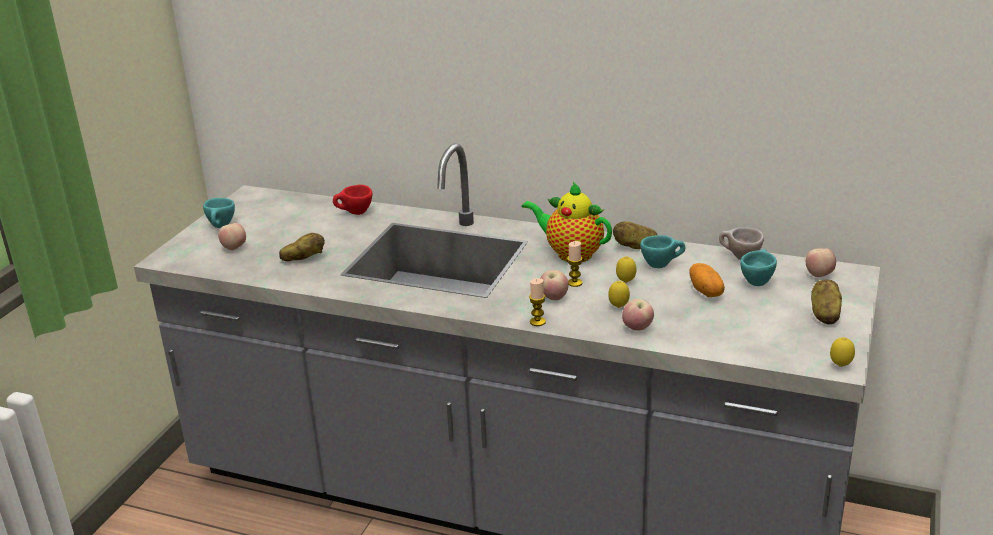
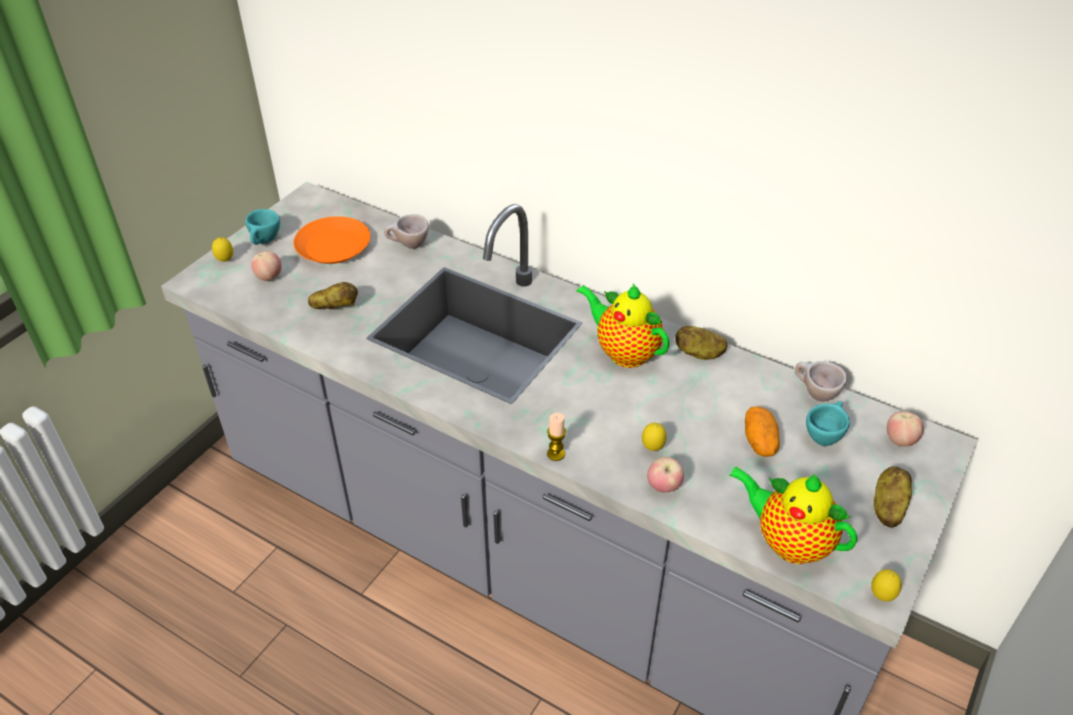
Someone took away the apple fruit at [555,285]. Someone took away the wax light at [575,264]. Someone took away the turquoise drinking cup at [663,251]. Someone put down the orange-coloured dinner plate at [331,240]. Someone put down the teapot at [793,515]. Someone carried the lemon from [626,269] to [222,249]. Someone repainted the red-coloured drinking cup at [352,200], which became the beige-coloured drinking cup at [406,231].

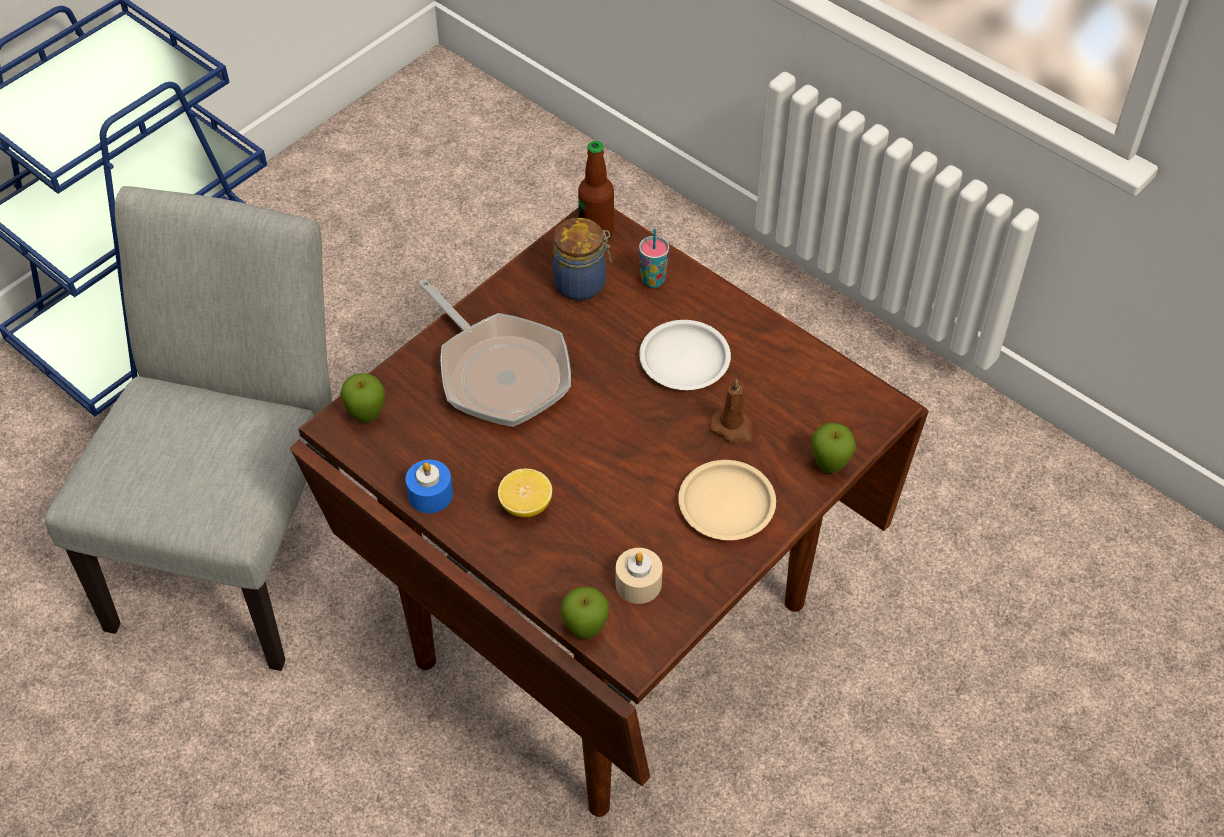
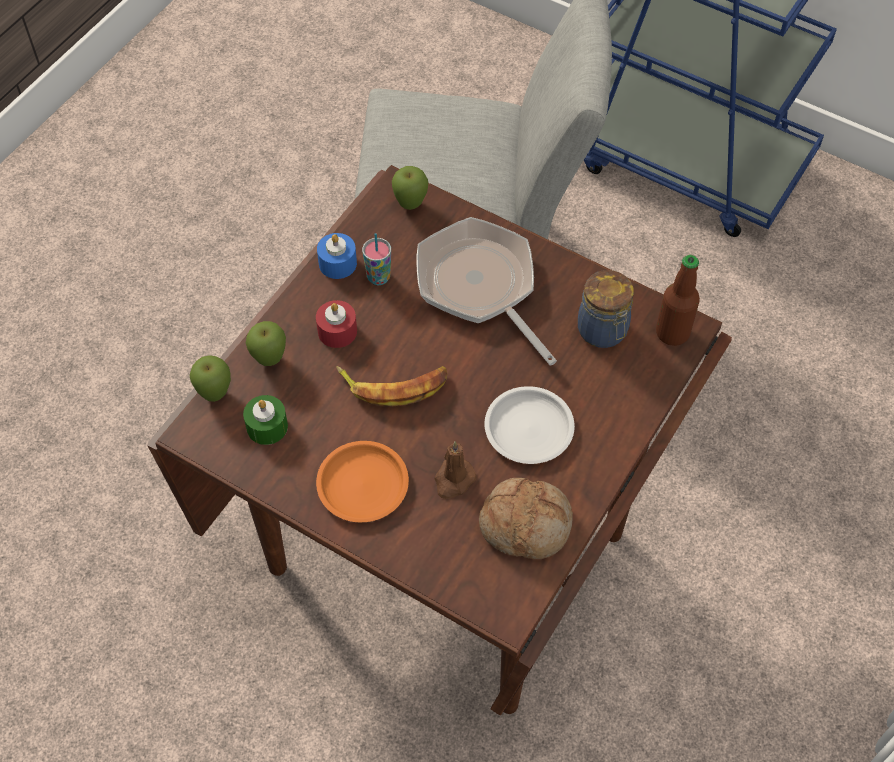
Someone put down the banana fruit at [391,386]. Someone put down the bakery bread at [526,519]. Someone carried the drinking cup from [654,258] to [376,259]. Someone carried the apple fruit from [833,448] to [266,343]. Someone swapped the lemon at [525,493] for the red-coloured wax light at [336,324]. Someone repainted the beige-coloured wax light at [639,576], which became the green wax light at [265,420]. Someone repainted the beige-coloured dinner plate at [727,500], which became the orange-coloured dinner plate at [362,481]. Someone rotated the pan at [495,353] by 105 degrees clockwise.

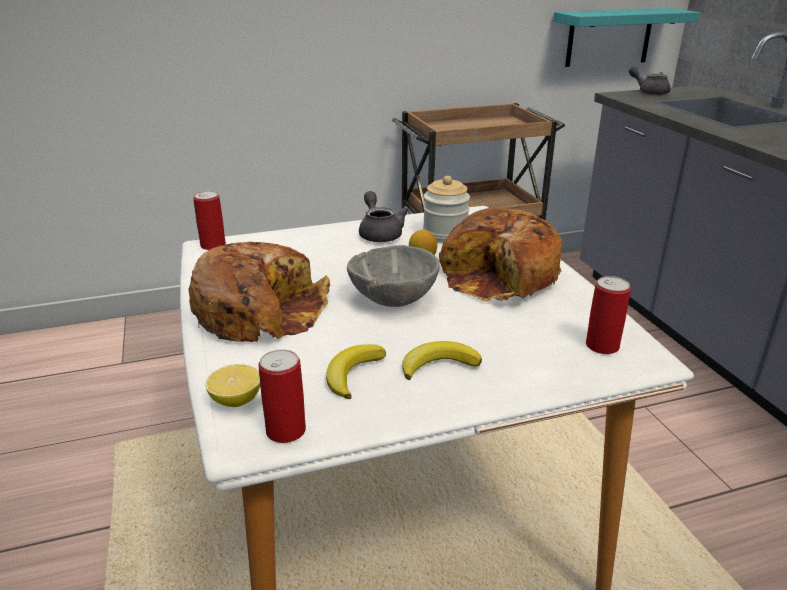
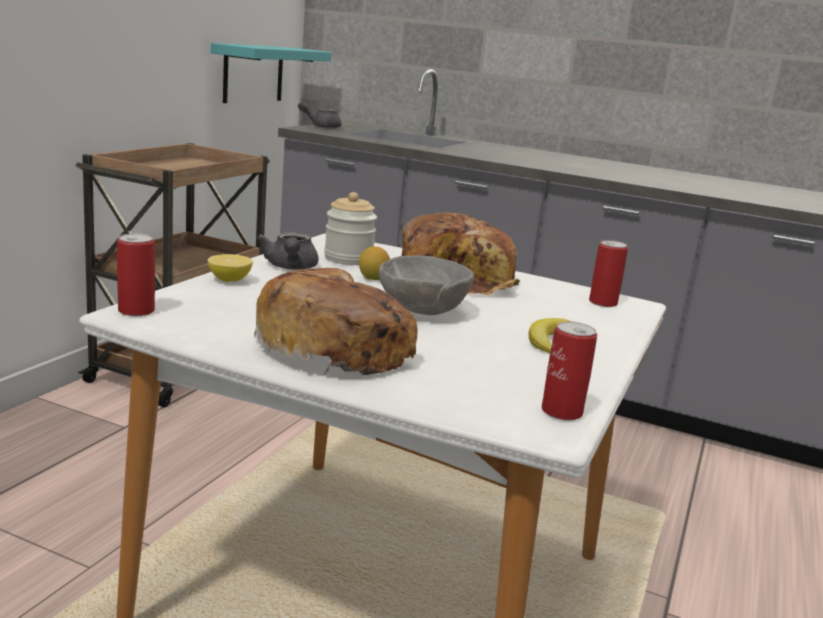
Someone took away the banana fruit at [356,371]. Someone carried the lemon from [232,385] to [230,268]. Someone rotated the greyish teapot at [384,216] by 120 degrees counterclockwise.

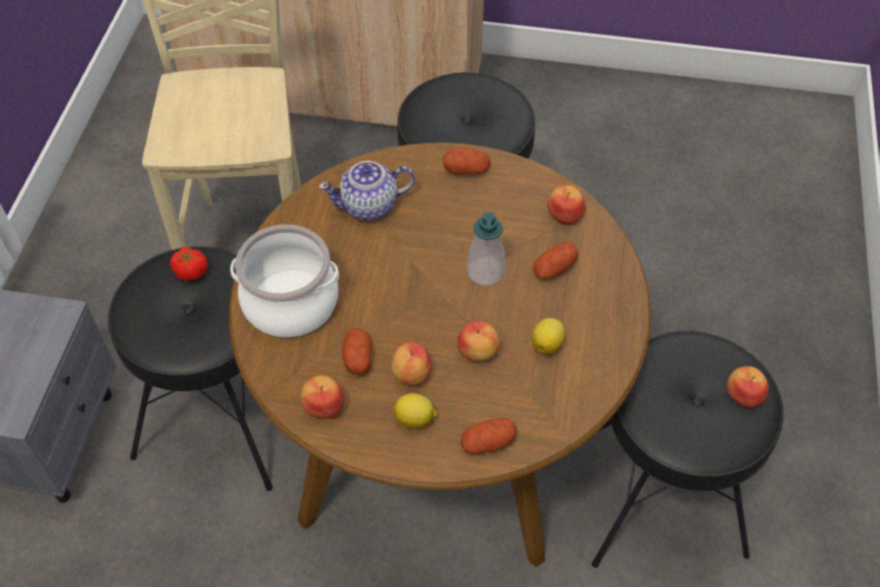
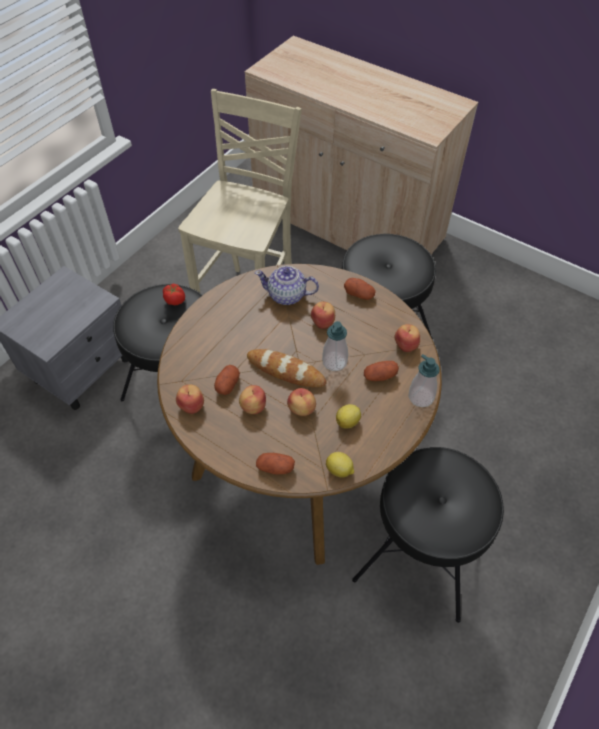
Someone took away the stockpot at [284,280]. Someone put down the bakery bread at [286,368]. Someone put down the liquid soap bottle at [424,380]. Someone carried the lemon from [415,410] to [340,464]. Someone carried the apple fruit from [748,387] to [323,315].

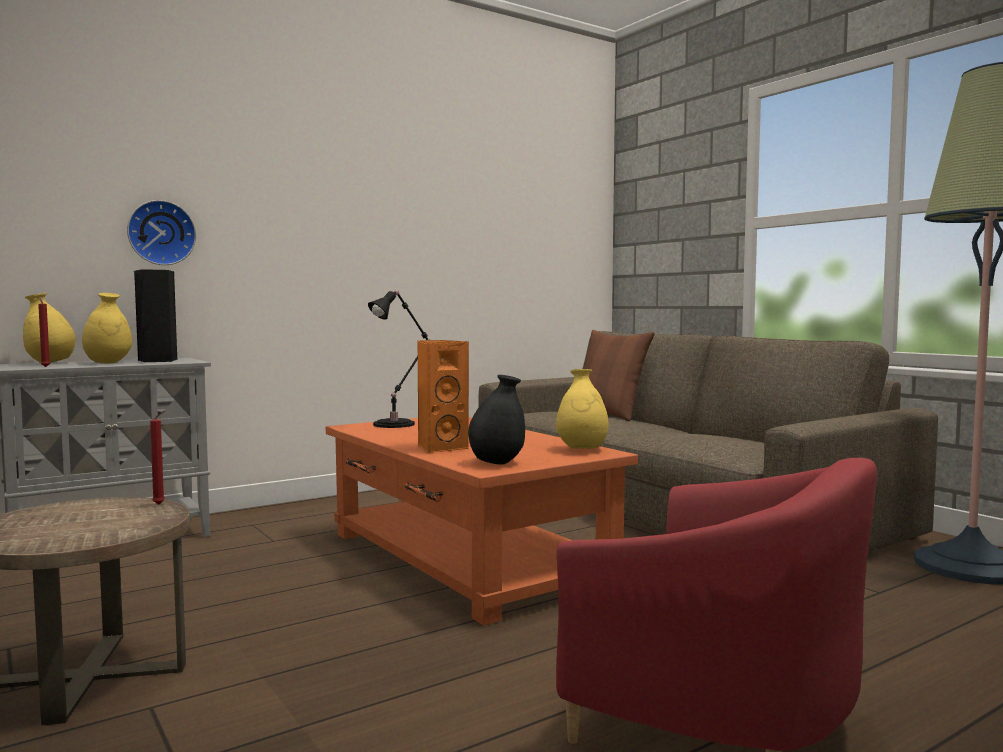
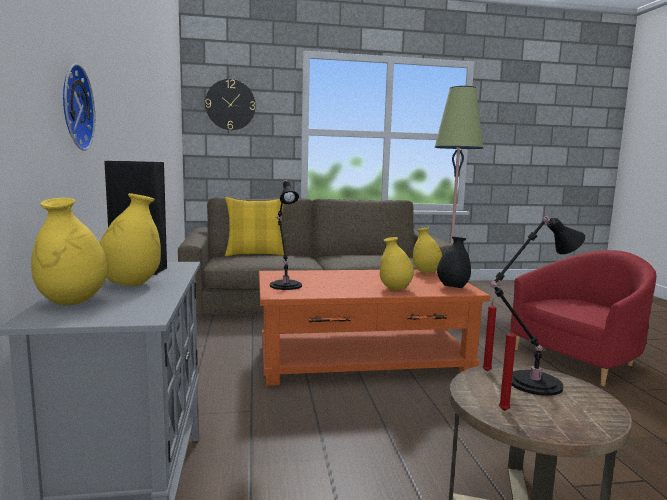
Someone put up the clock on the wall at [230,104]. Someone put down the black tabletop lamp at [537,306]. Someone carried the red-coloured wax light from [44,332] to [507,369]. Someone swapped the orange-coloured audio speaker at [443,396] for the yellow-coloured vase at [397,263]. Someone repainted the brown throw pillow at [619,375], which became the yellow-coloured throw pillow at [254,226].

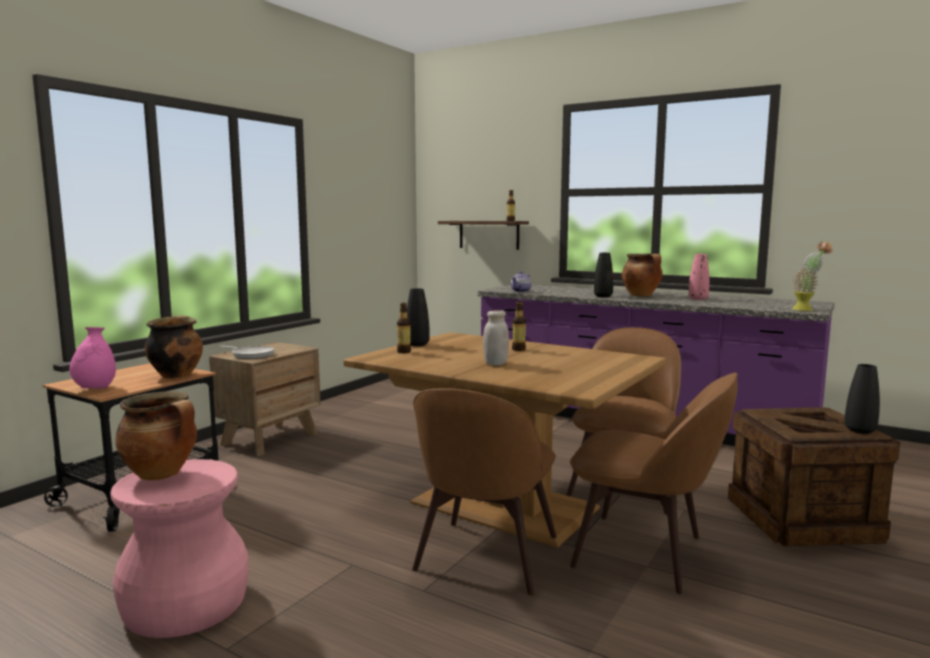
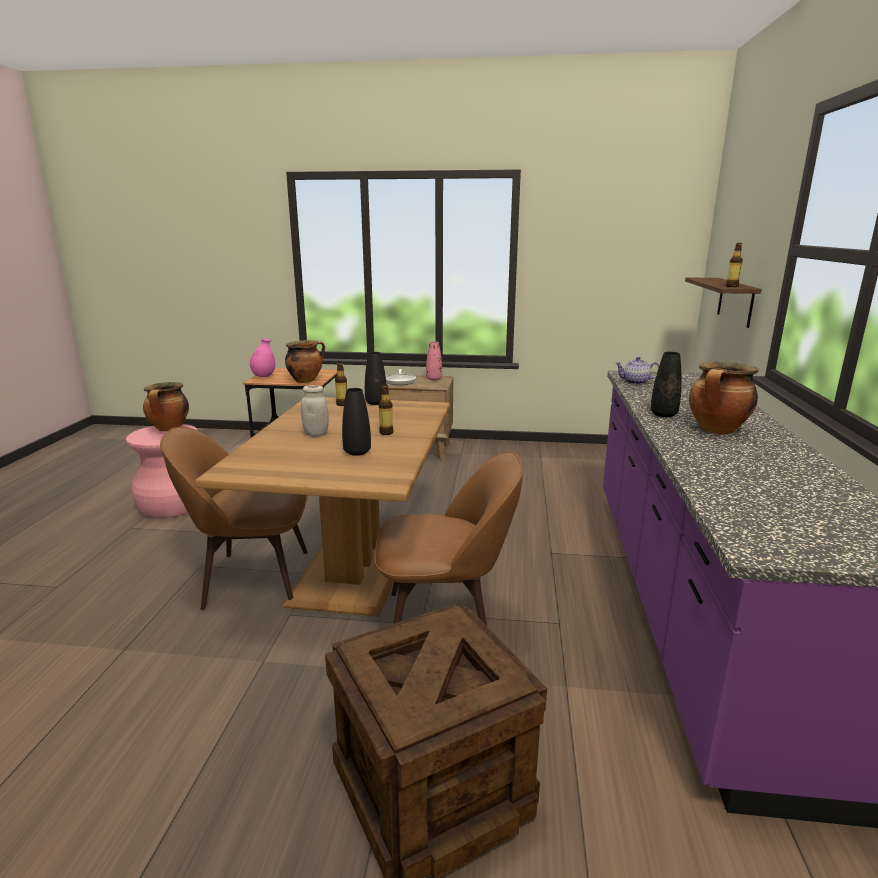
Someone took away the brown plain chair at [654,483]. Someone took away the plant in a pot at [812,276]. Someone carried the pink-coloured vase from [698,277] to [434,361]. Someone carried the black vase from [862,399] to [356,422].

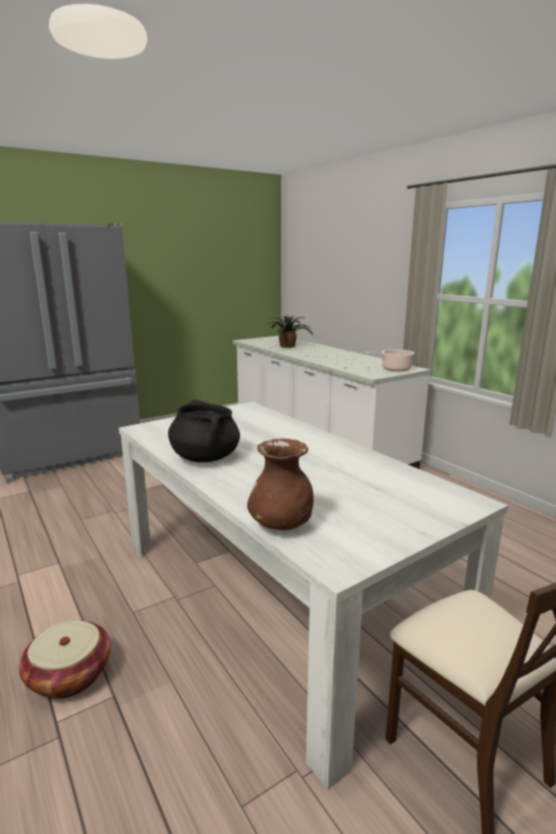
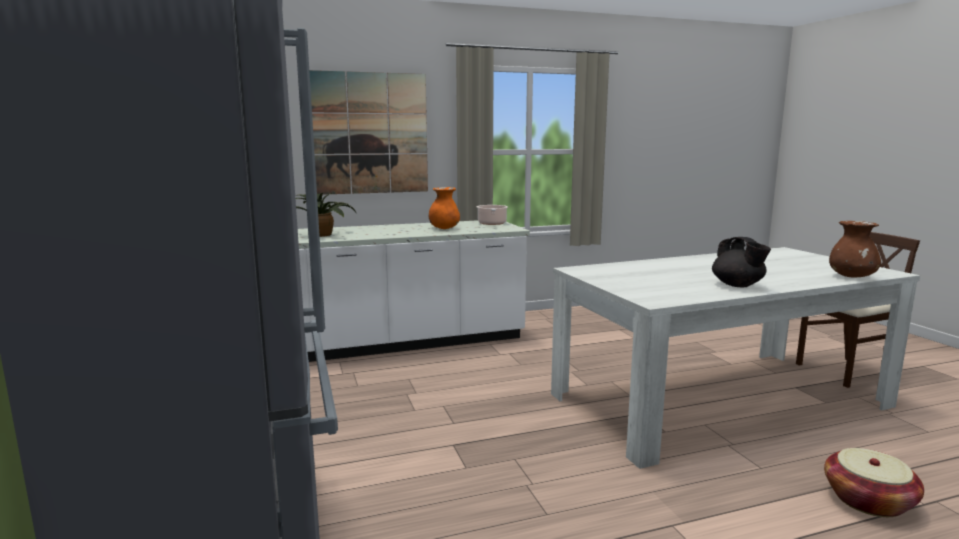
Someone put up the wall art at [368,132]. Someone put down the orange-coloured vase at [444,208]. Someone swapped the black stockpot at [204,430] for the black teapot at [741,262].

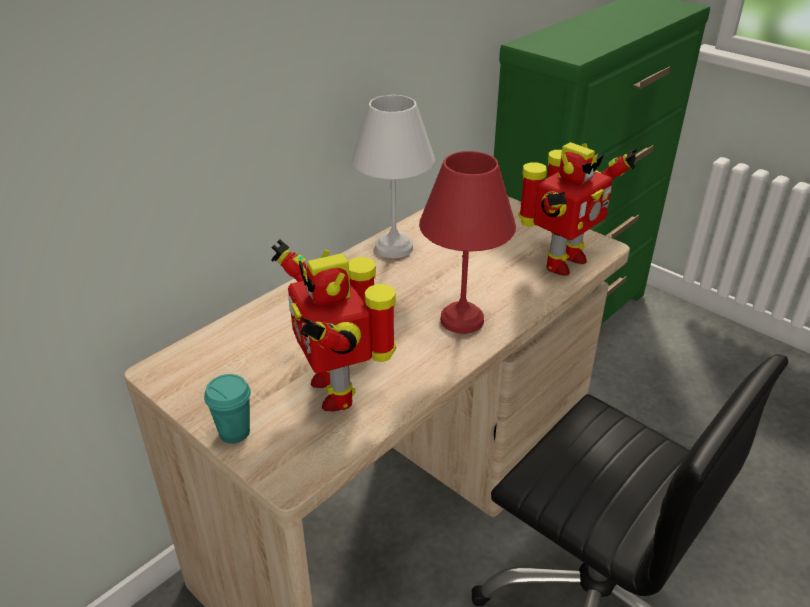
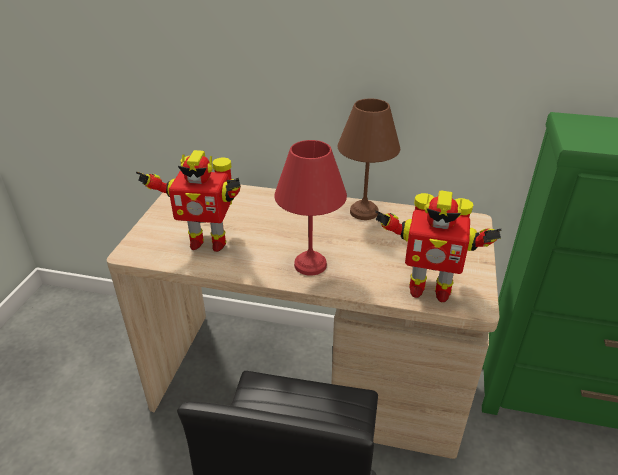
Someone took away the turquoise drinking cup at [227,409]. Someone repainted the white-coloured tabletop lamp at [393,176], which became the brown tabletop lamp at [369,159]. Someone rotated the toy robot at [333,325] by 120 degrees counterclockwise.

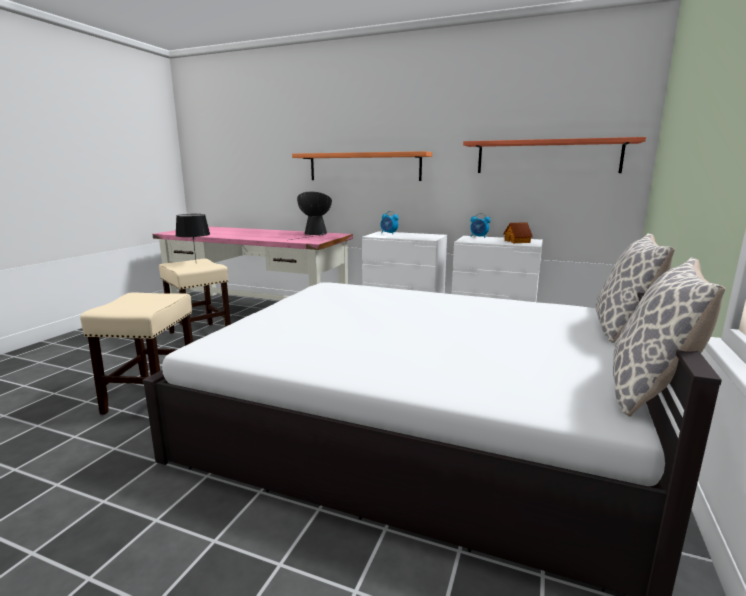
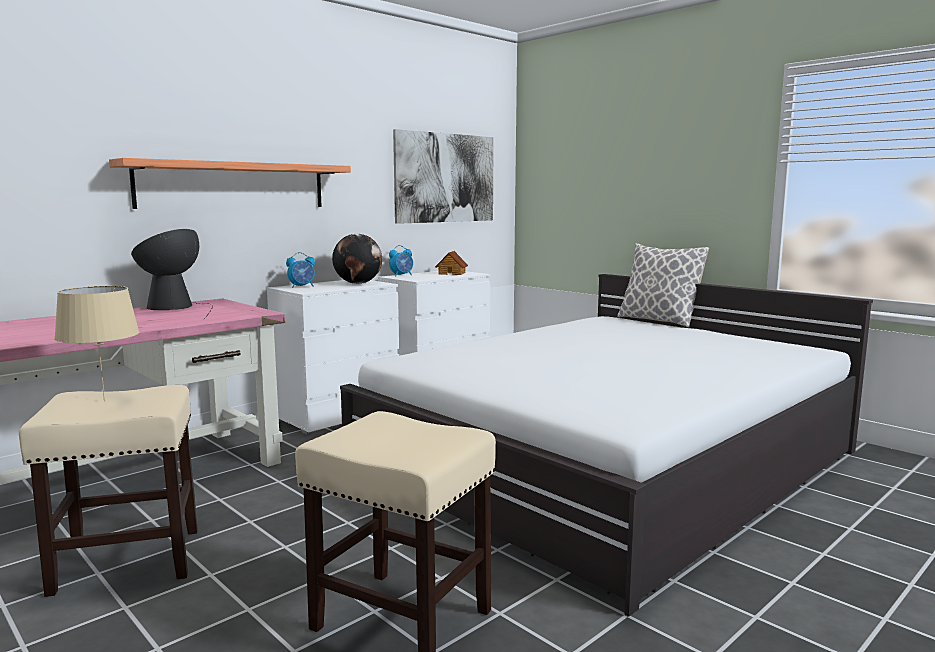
Someone took away the throw pillow at [669,337]. Someone put down the desk globe at [357,259]. Someone swapped the wall shelf at [554,155] for the wall art at [443,176]. Someone repainted the black tabletop lamp at [192,237], which became the beige-coloured tabletop lamp at [96,343].

